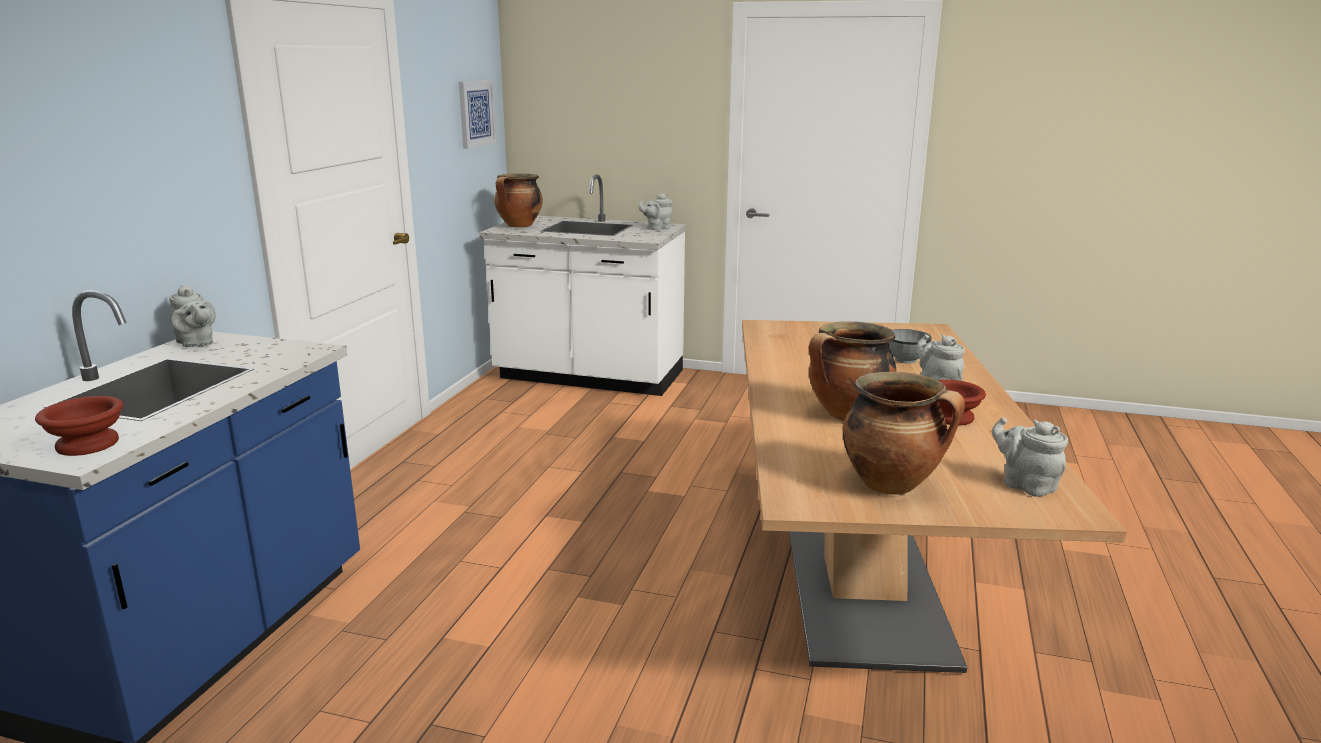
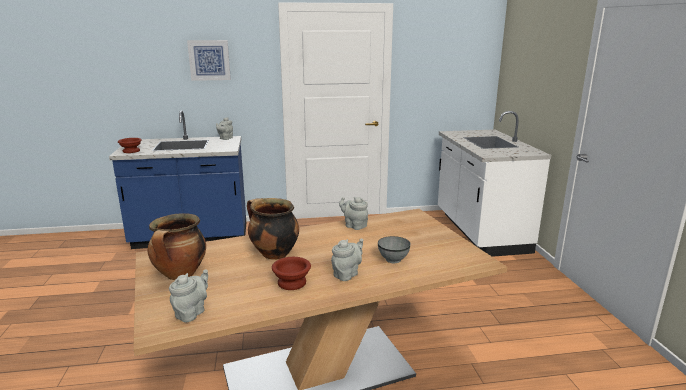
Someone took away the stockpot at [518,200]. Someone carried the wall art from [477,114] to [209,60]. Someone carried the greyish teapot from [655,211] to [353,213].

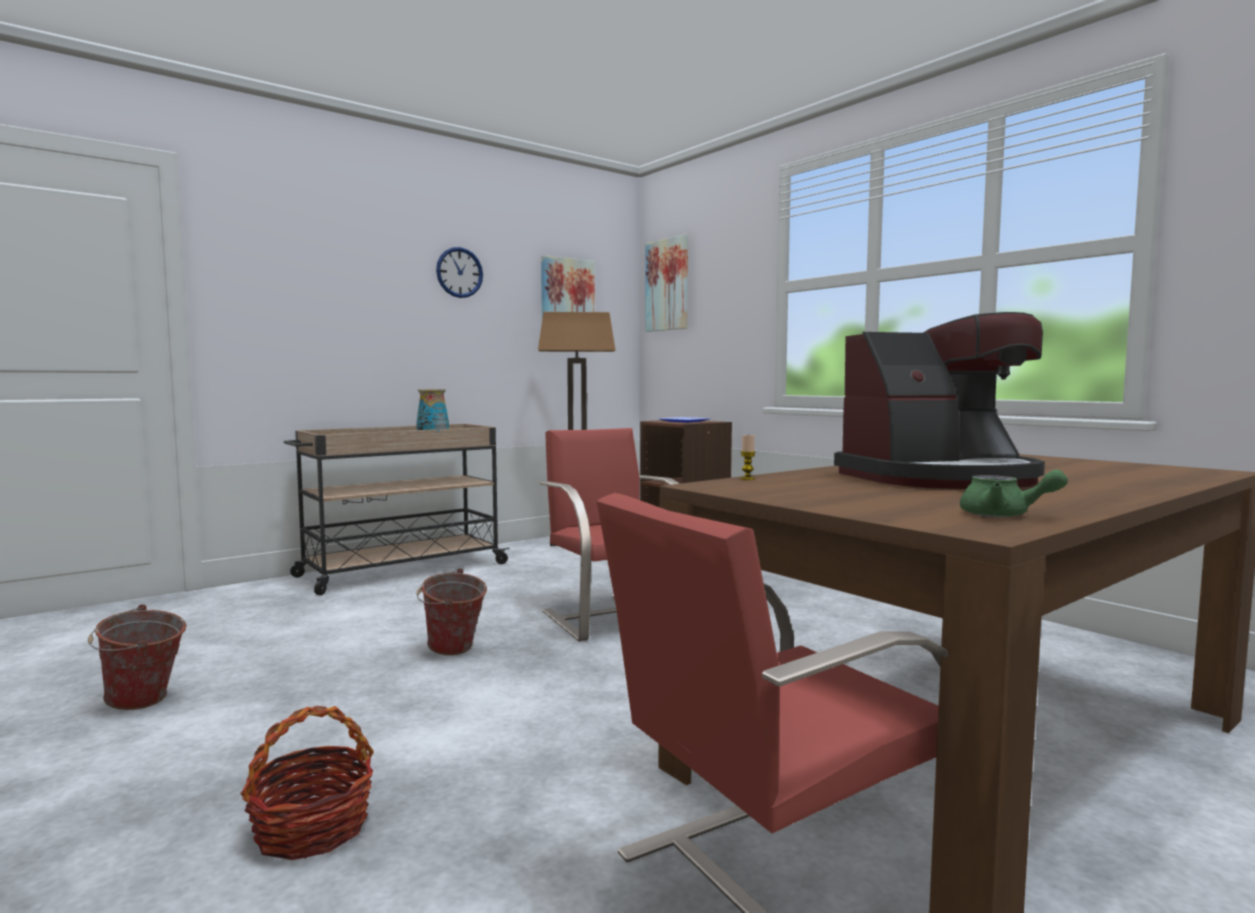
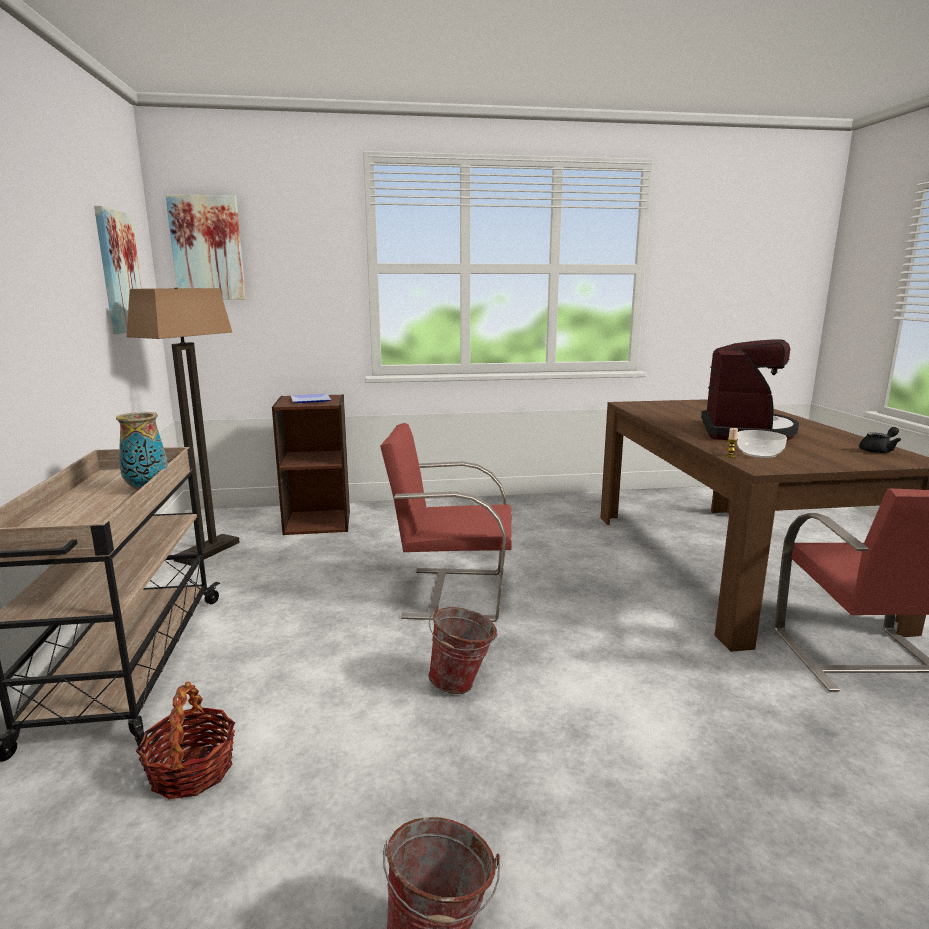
Someone took away the clock on the wall at [459,272]. Someone put down the serving bowl at [762,444]. Someone carried the storage basket from [307,783] to [185,740]. Someone repainted the green teapot at [1014,493], which became the black teapot at [880,440].

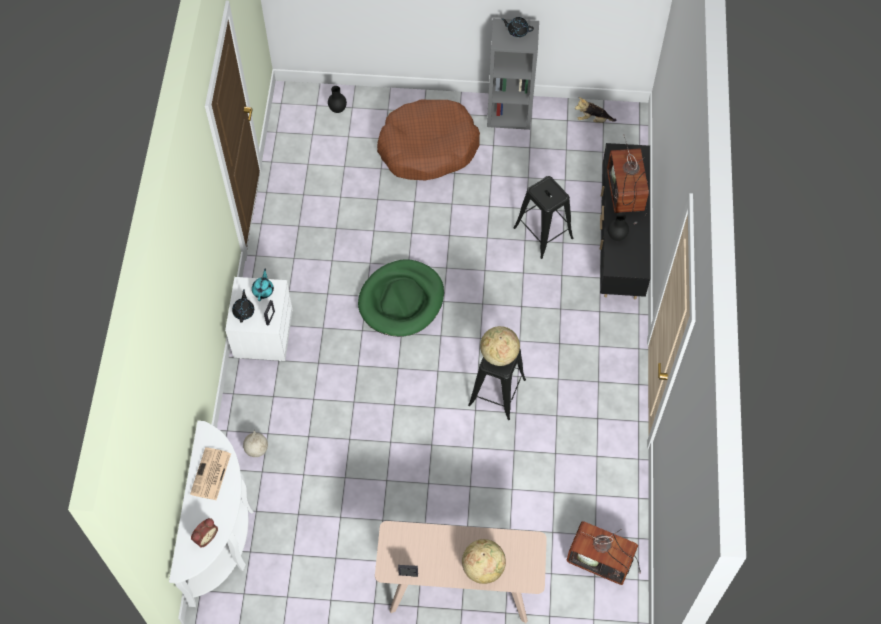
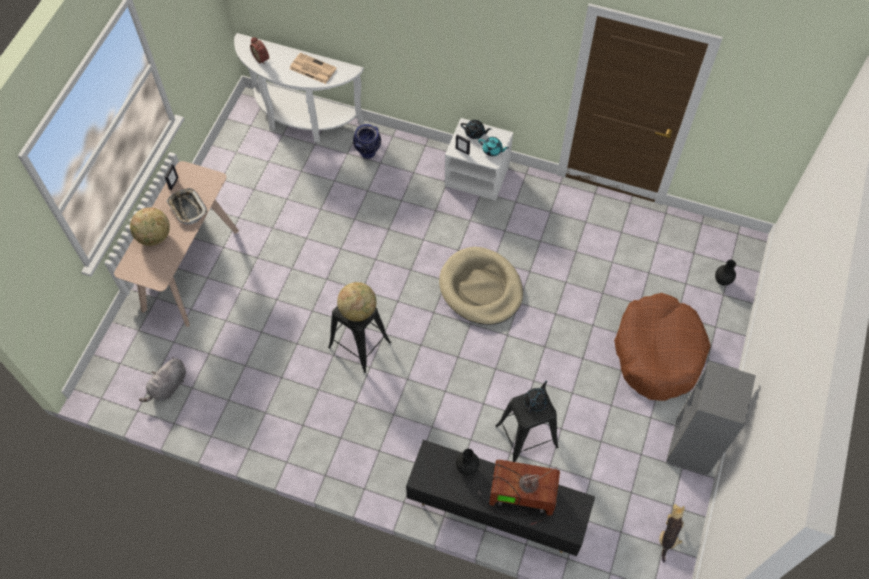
Someone put down the serving tray at [187,206]. Someone carried the black teapot from [518,27] to [536,396]. Someone swapped the desk globe at [255,443] for the vase at [367,141]. Someone swapped the television at [604,553] for the greyish soft toy at [162,379]. Someone repainted the green dog cushion at [401,298], which became the beige-coloured dog cushion at [481,286].

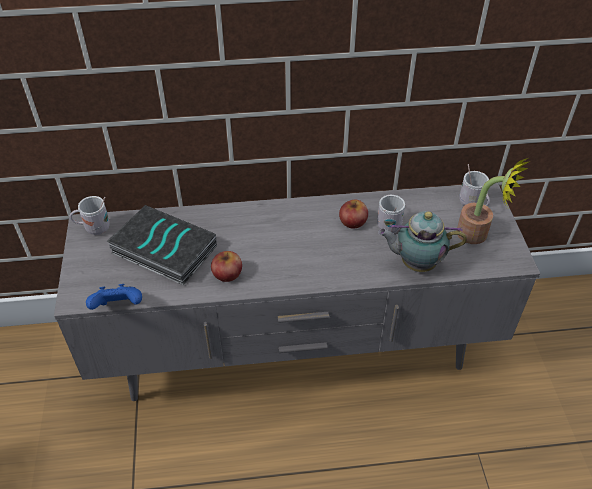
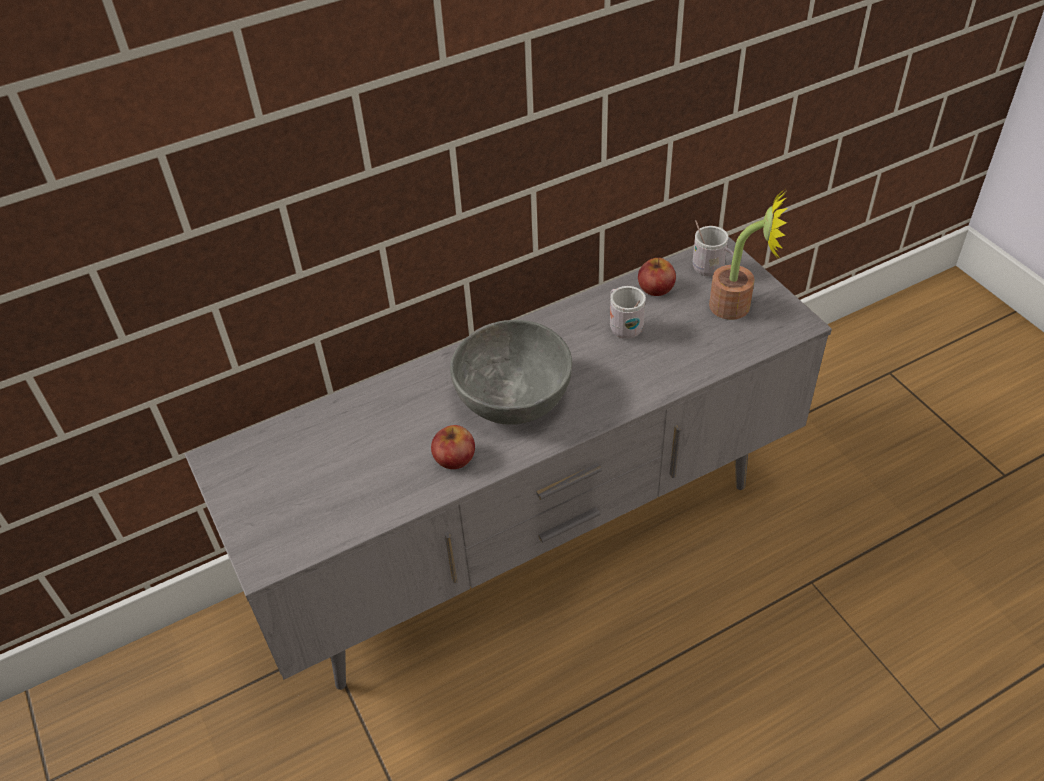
Someone took away the white-coloured coffee mug at [89,215]. Someone took away the bluish gamepad at [114,297]. Someone took away the volume at [162,245]. Someone took away the teapot at [422,241]. Someone put down the greyish serving bowl at [511,372]. Someone carried the apple fruit from [353,214] to [657,277].

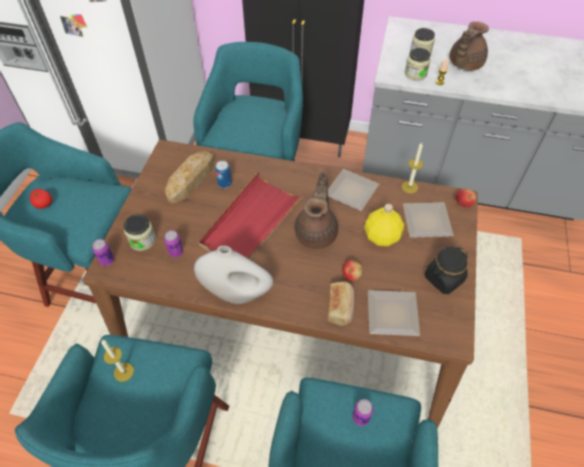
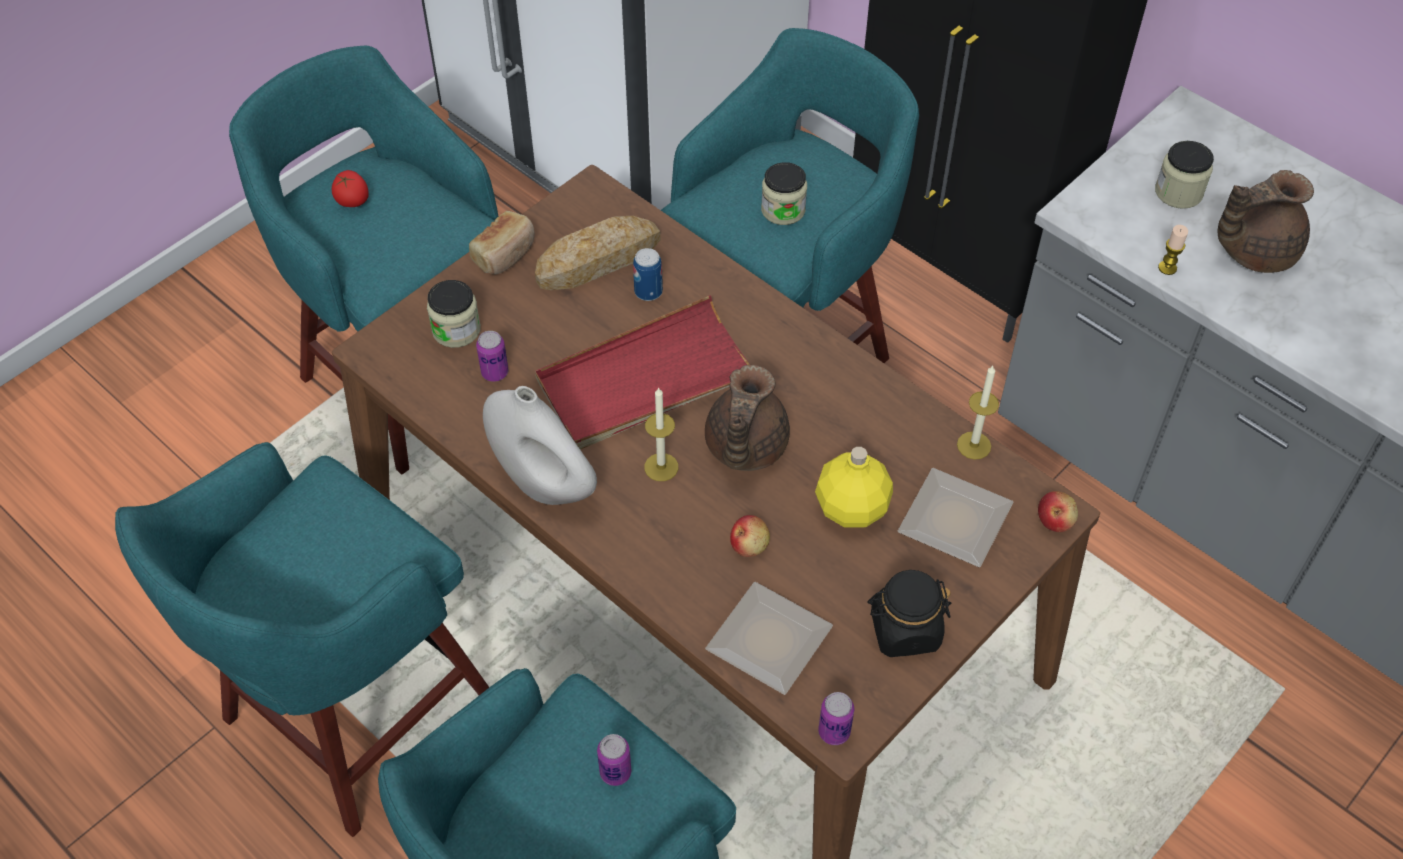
Someone took away the dinner plate at [353,190]. Someone carried the metal can from [103,252] to [836,718]. Someone carried the wax light from [117,361] to [661,434]. Someone carried the bakery bread from [341,304] to [502,242]. Someone carried the jar from [417,64] to [784,193]. Someone rotated the brown teapot at [316,210] by 150 degrees clockwise.

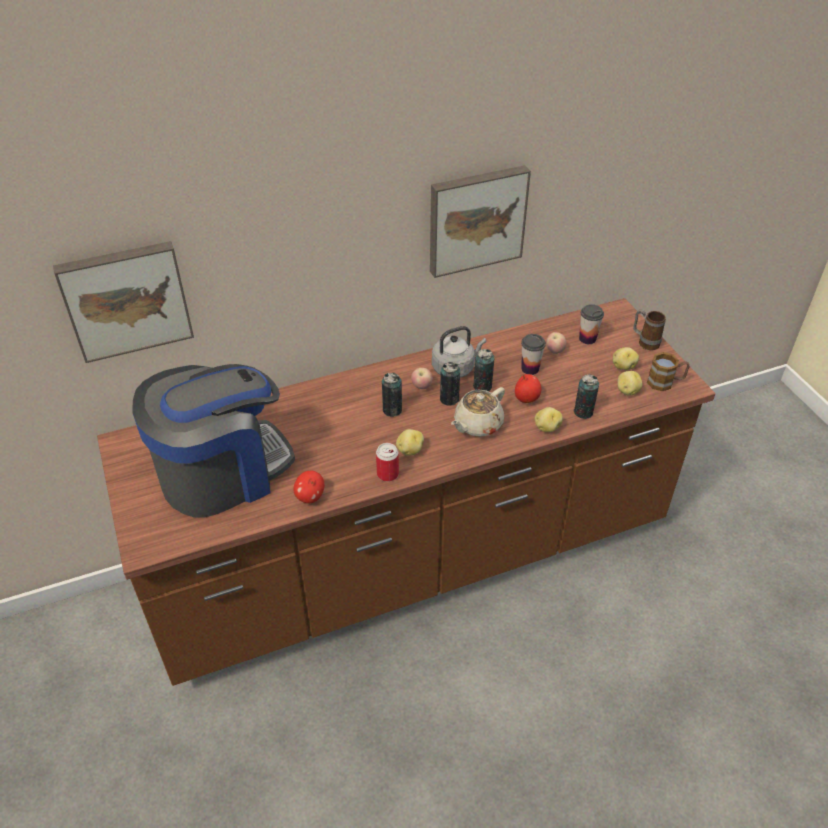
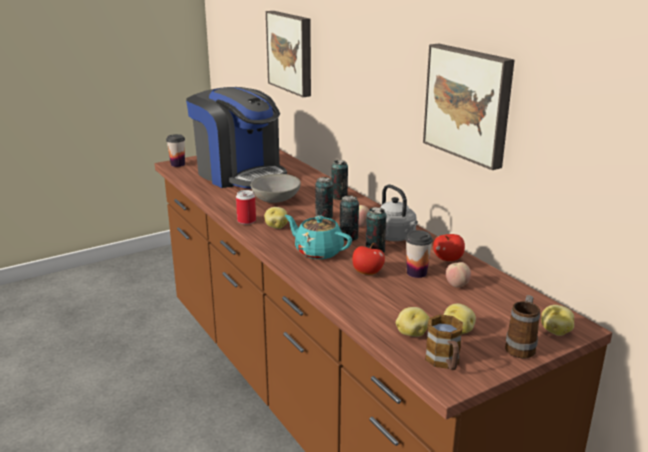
Someone put down the greyish serving bowl at [276,188]. Someone carried the apple fruit from [309,487] to [449,247]. Someone carried the spud from [549,419] to [557,320]. Someone carried the metal can from [586,396] to [339,180]. Someone carried the drinking cup from [591,324] to [175,150]. Someone repainted the beige-coloured teapot at [478,412], which became the turquoise teapot at [318,237].

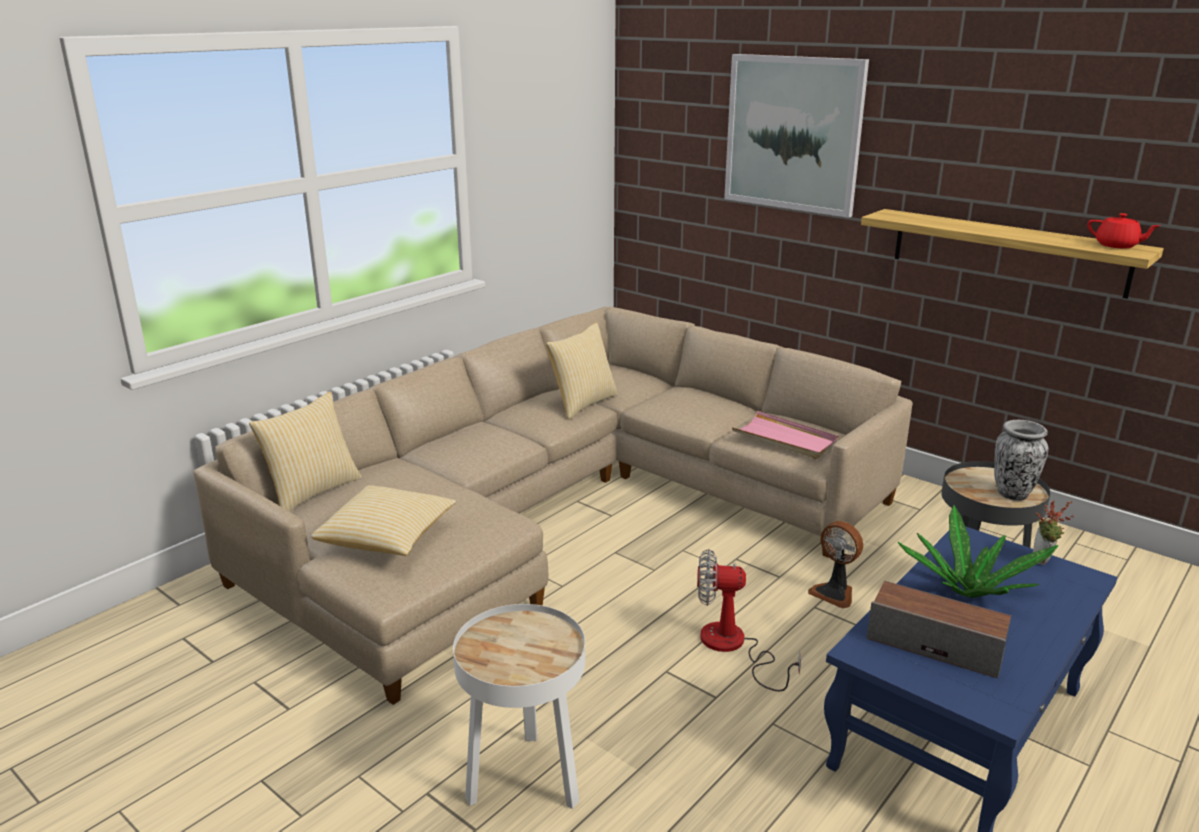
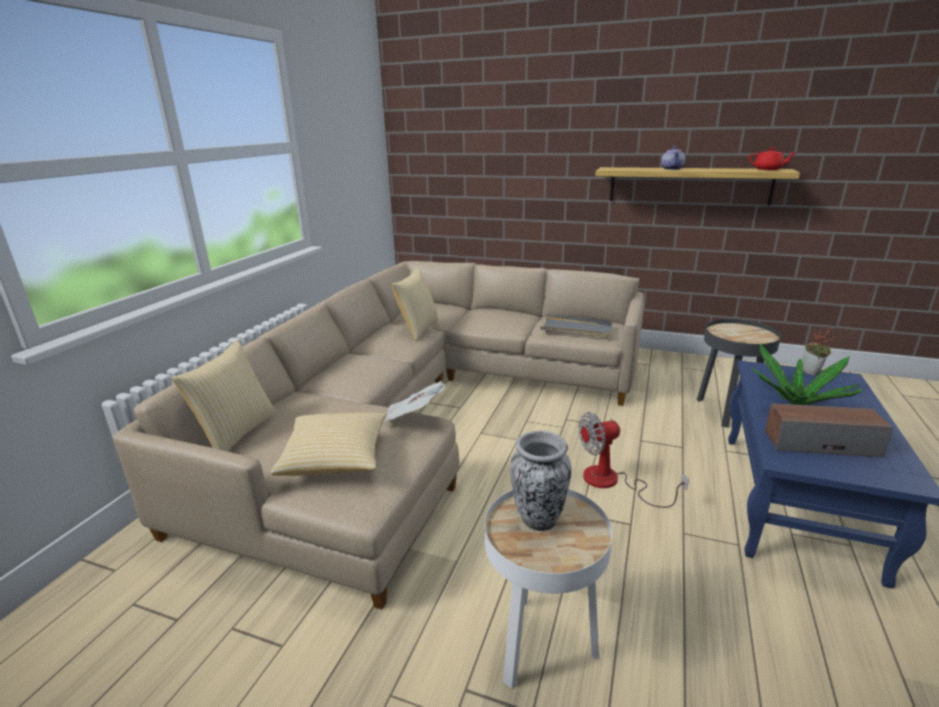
Someone took away the wall art at [796,136]. Someone took away the fan at [835,564]. Someone put down the newspaper at [414,401]. Someone put down the teapot at [673,158]. Someone carried the vase from [1021,460] to [541,481]. Someone repainted the pink-coloured serving tray at [786,435], which became the greyish serving tray at [576,326].

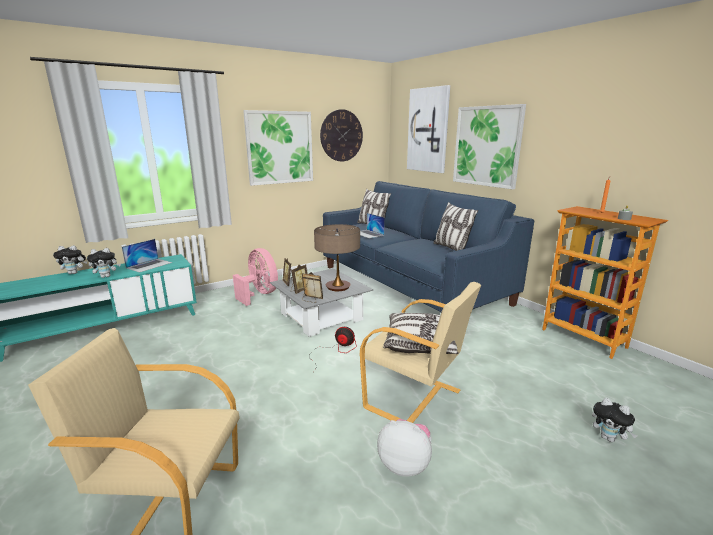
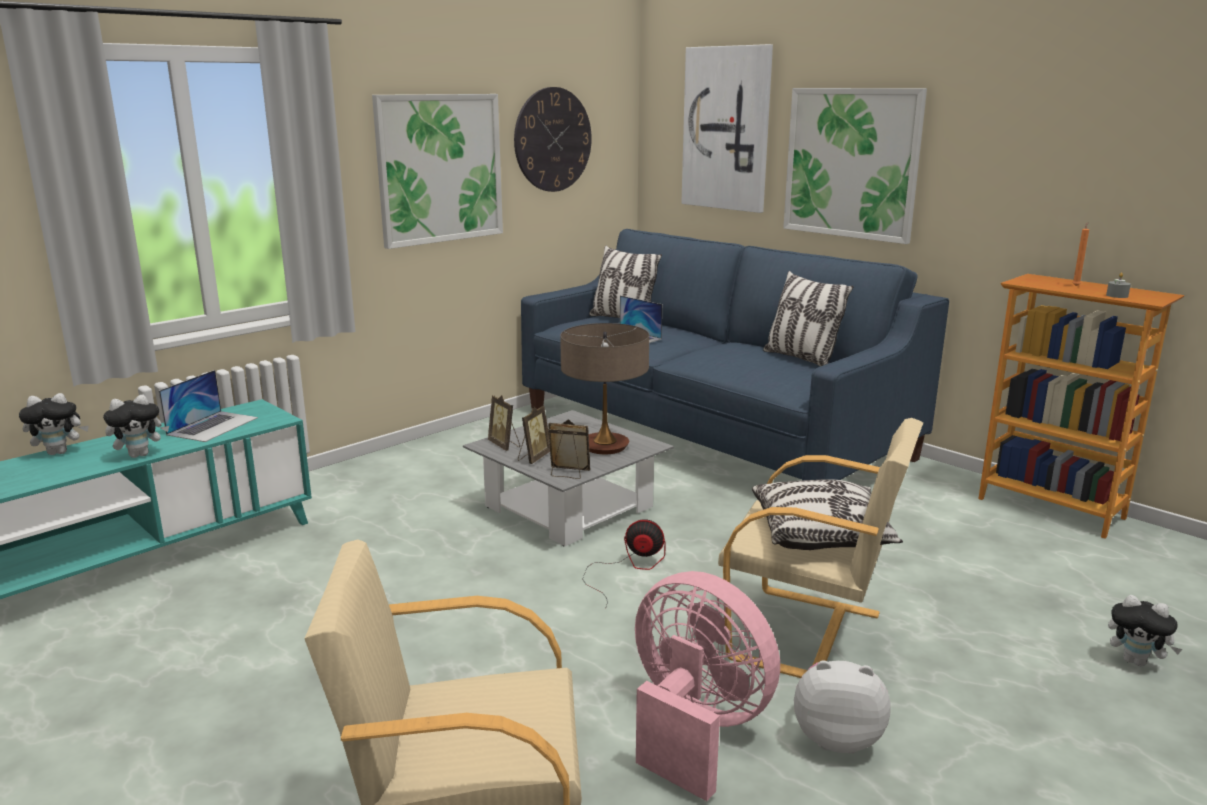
Someone carried the pink-coloured fan from [255,277] to [707,686].

